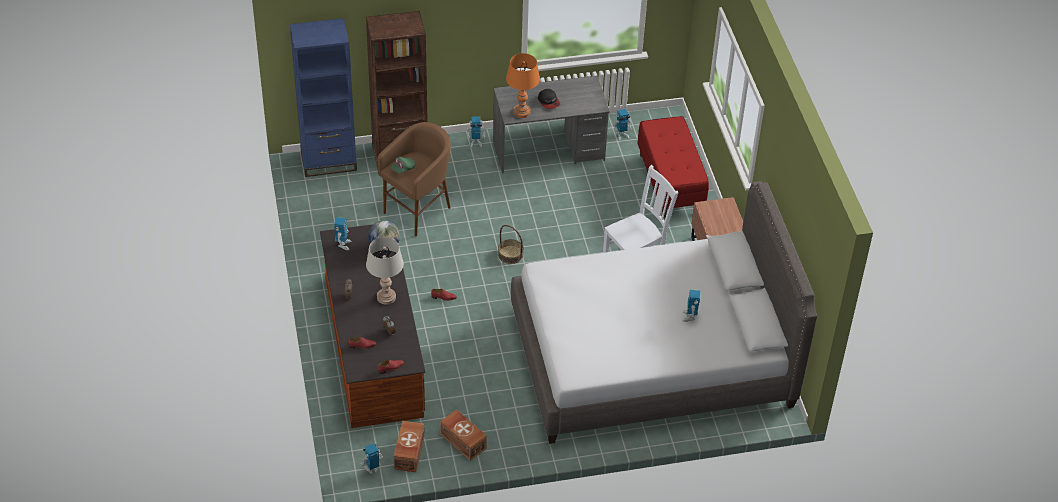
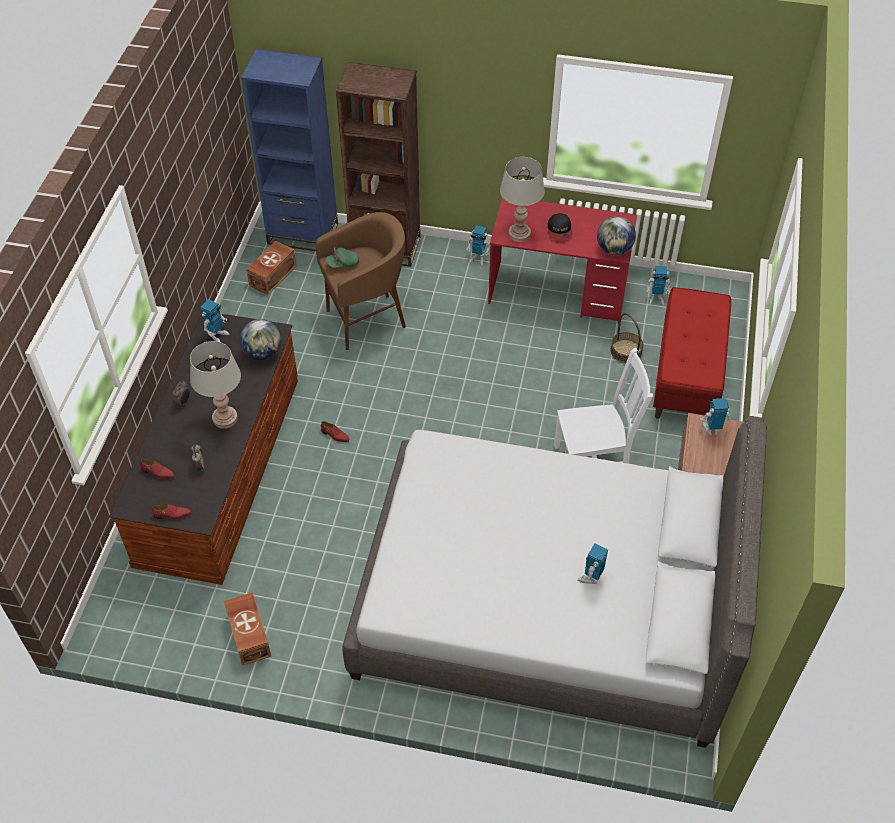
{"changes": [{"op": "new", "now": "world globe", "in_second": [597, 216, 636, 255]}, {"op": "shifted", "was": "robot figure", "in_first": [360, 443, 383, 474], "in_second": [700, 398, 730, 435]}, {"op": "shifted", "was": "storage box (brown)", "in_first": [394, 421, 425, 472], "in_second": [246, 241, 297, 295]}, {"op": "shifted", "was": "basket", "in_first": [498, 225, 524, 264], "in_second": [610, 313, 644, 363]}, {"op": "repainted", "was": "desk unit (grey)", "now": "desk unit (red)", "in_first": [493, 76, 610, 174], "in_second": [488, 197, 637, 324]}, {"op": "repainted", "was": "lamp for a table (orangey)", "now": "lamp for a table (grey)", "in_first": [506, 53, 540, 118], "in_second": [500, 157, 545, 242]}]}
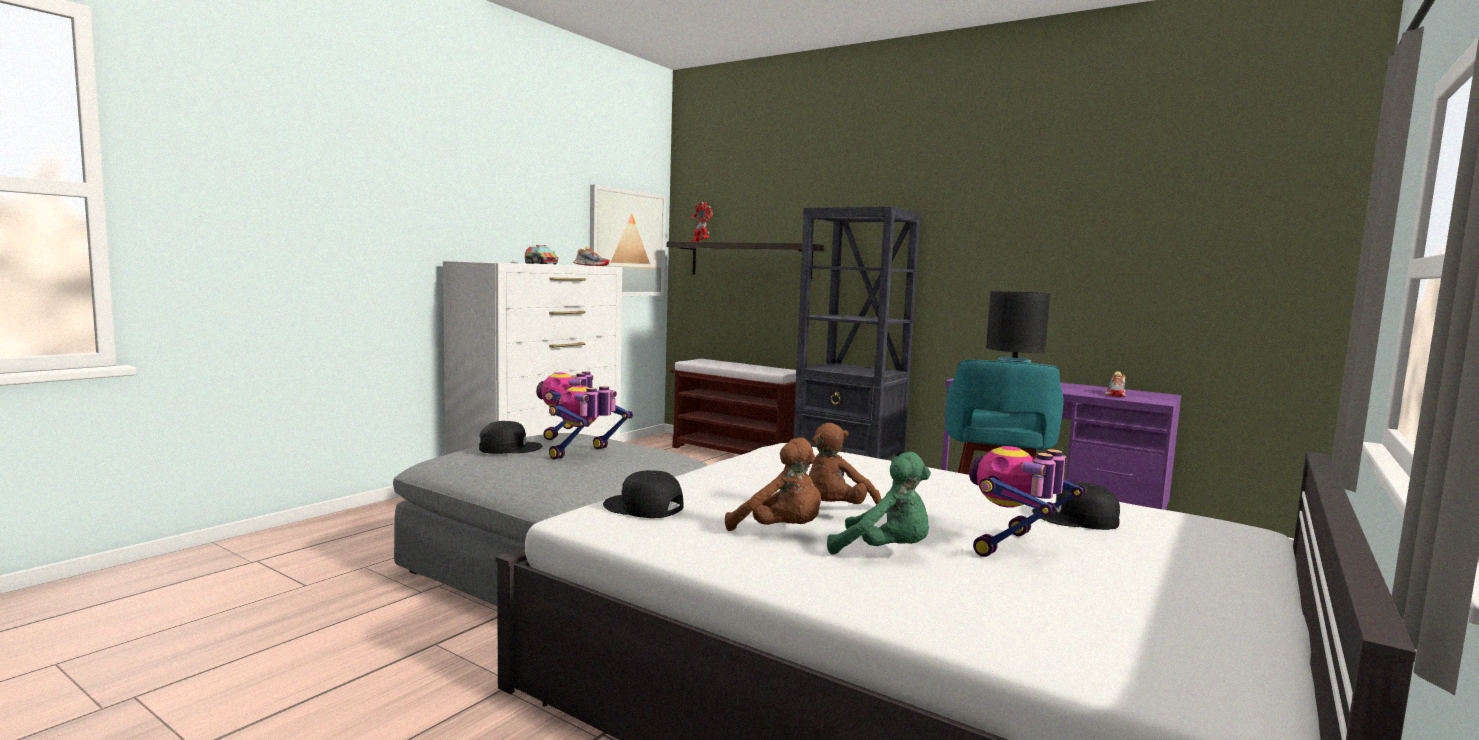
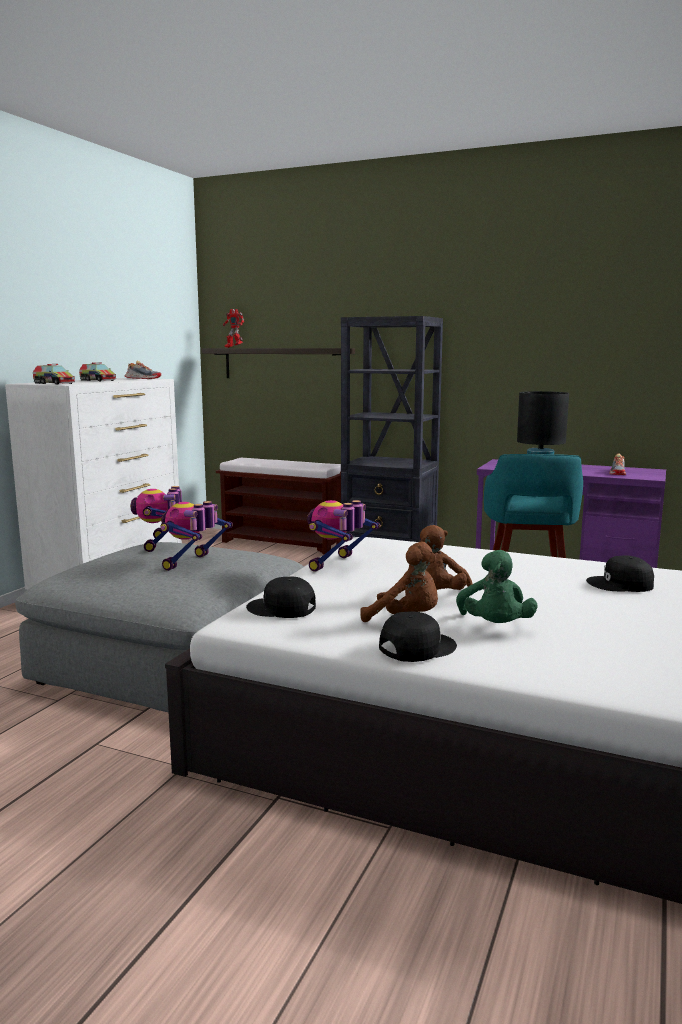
{"changes": [{"op": "gone", "was": "wall picture", "in_first": [590, 184, 666, 296]}, {"op": "new", "now": "model truck", "in_second": [33, 364, 75, 384]}, {"op": "shifted", "was": "peaked cap (black)", "in_first": [479, 421, 542, 454], "in_second": [379, 611, 457, 662]}, {"op": "shifted", "was": "robot figure", "in_first": [969, 446, 1086, 557], "in_second": [307, 500, 380, 572]}, {"op": "rotated", "was": "soft toy (green)", "in_first": [827, 452, 931, 555], "in_second": [456, 550, 538, 623], "clockwise": 75}]}
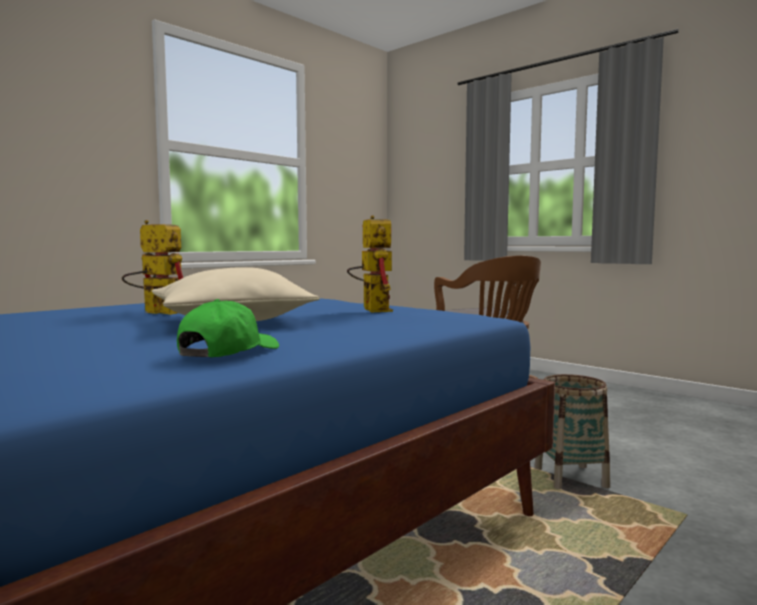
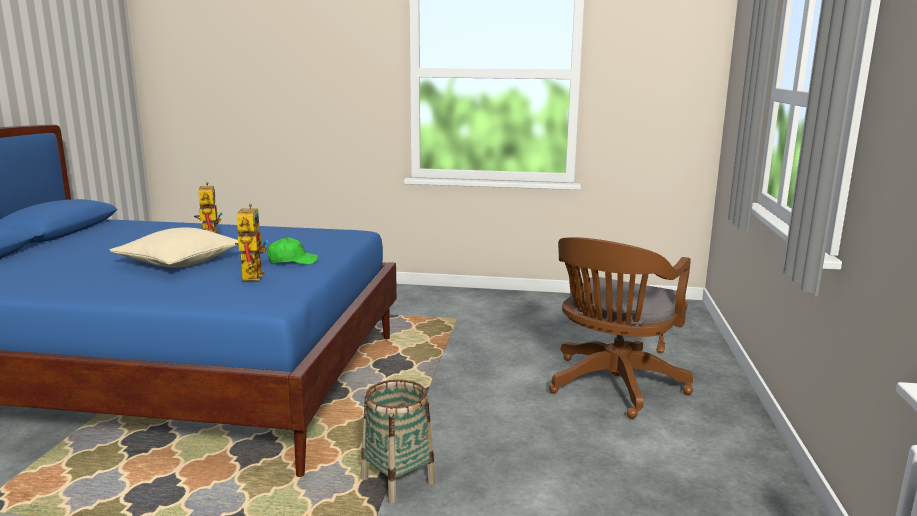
{"changes": [{"op": "shifted", "was": "peaked cap (green)", "in_first": [177, 299, 279, 357], "in_second": [267, 237, 318, 264]}, {"op": "rotated", "was": "robot figure", "in_first": [347, 215, 393, 312], "in_second": [235, 204, 268, 281], "clockwise": -45}]}
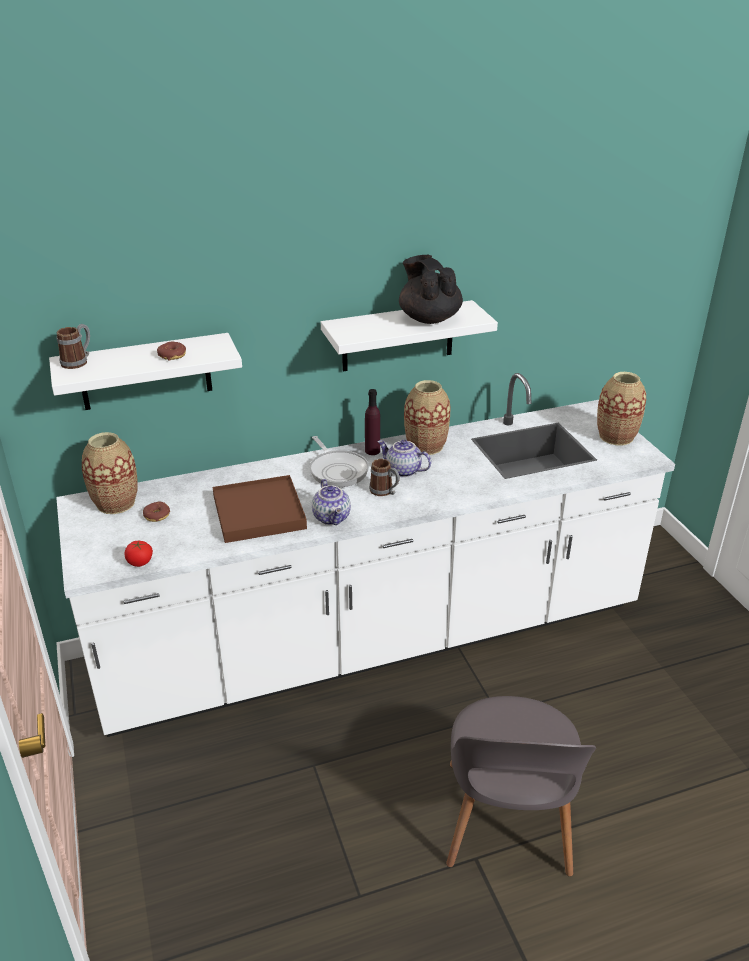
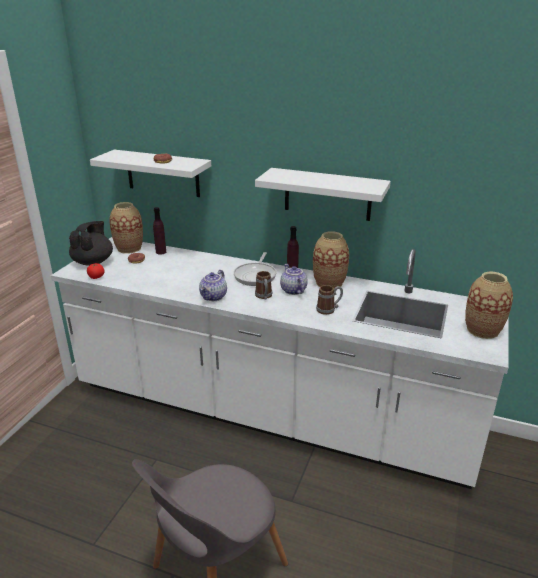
{"changes": [{"op": "gone", "was": "tray (brown)", "in_first": [213, 475, 307, 543]}, {"op": "new", "now": "beverage bottle (purple)", "in_second": [153, 207, 166, 255]}, {"op": "shifted", "was": "mug", "in_first": [57, 324, 90, 369], "in_second": [316, 285, 343, 315]}, {"op": "shifted", "was": "teapot (black)", "in_first": [399, 255, 463, 324], "in_second": [69, 221, 113, 266]}]}
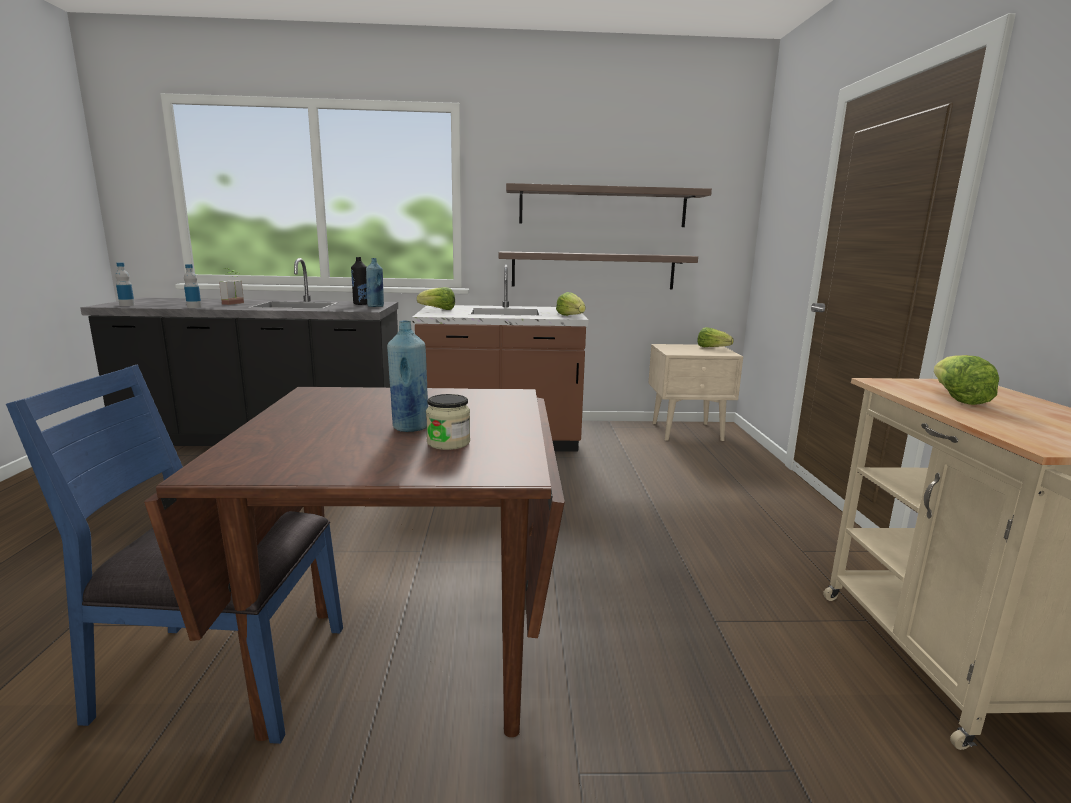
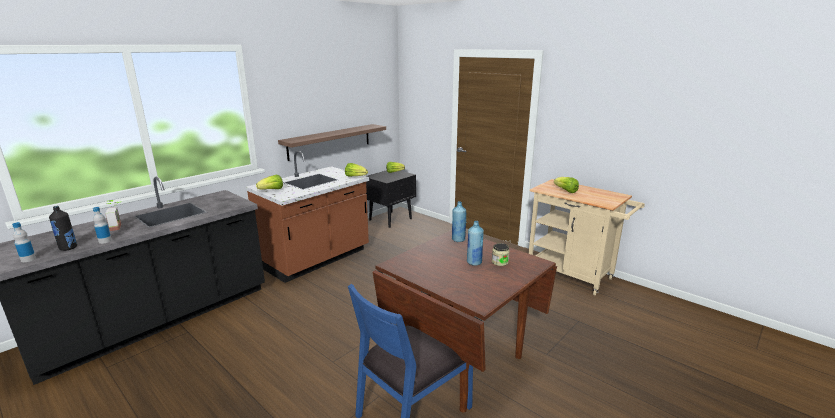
{"changes": [{"op": "gone", "was": "shelf", "in_first": [506, 183, 712, 227]}, {"op": "shifted", "was": "beverage bottle (black)", "in_first": [351, 257, 367, 305], "in_second": [49, 206, 77, 251]}, {"op": "shifted", "was": "beverage bottle (bluish)", "in_first": [366, 258, 384, 307], "in_second": [452, 201, 466, 242]}, {"op": "repainted", "was": "bedside table (beige)", "now": "bedside table (black)", "in_first": [648, 344, 743, 441], "in_second": [365, 170, 416, 228]}]}
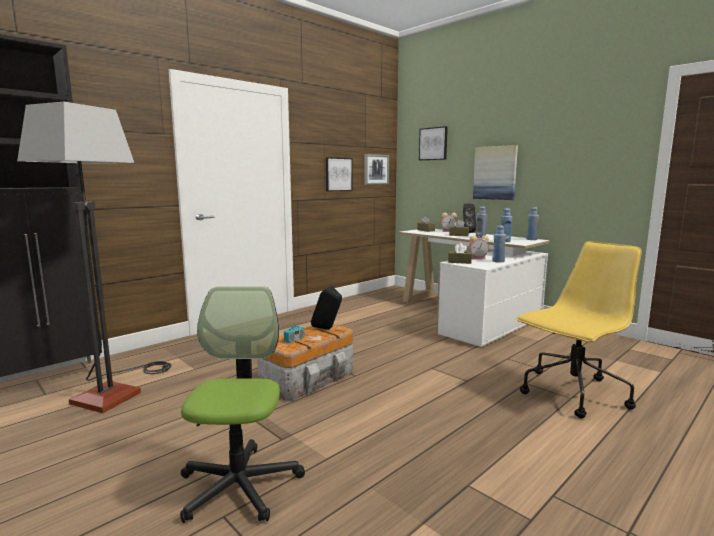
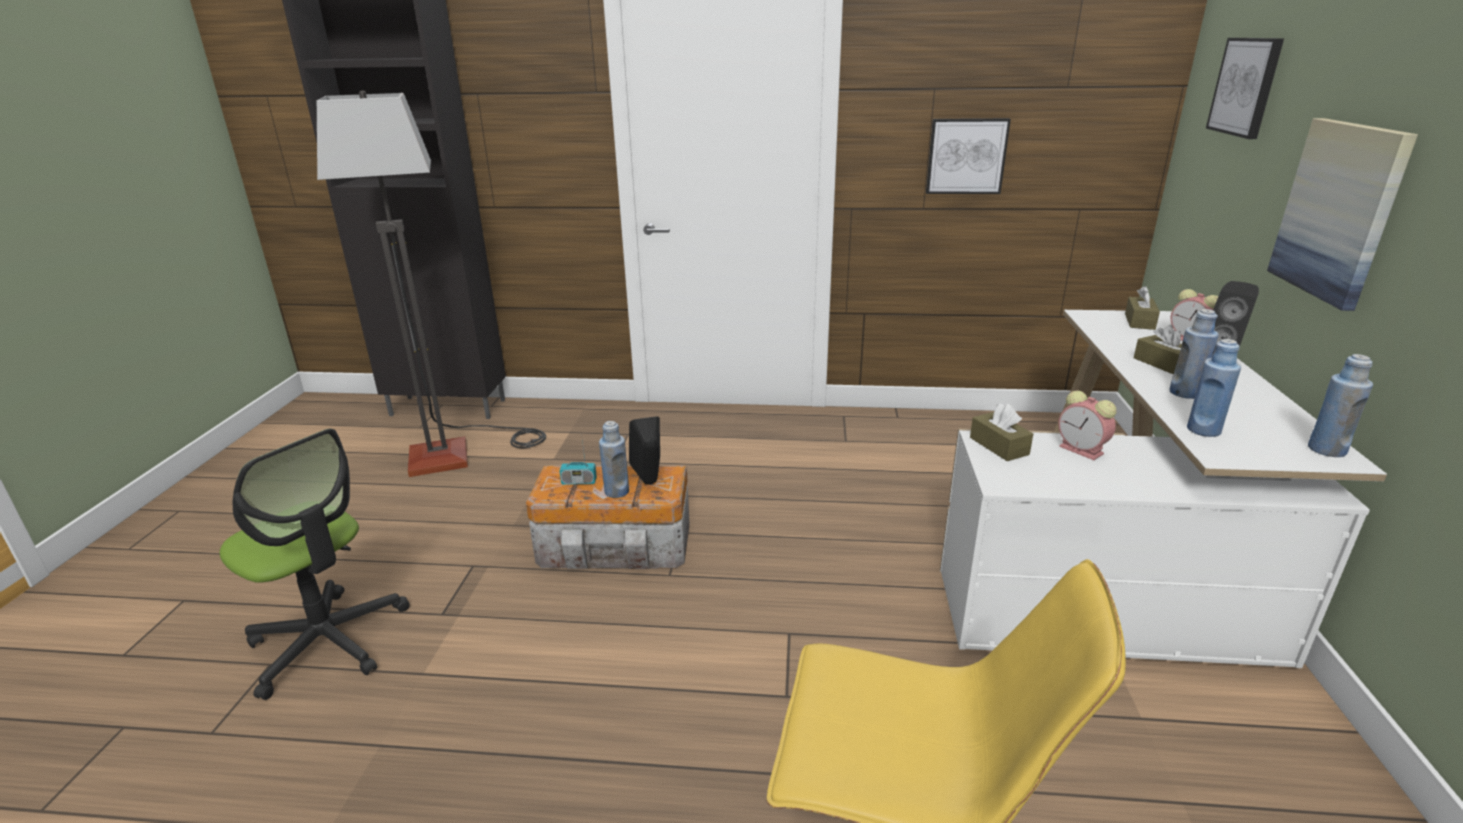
{"changes": [{"op": "gone", "was": "wall picture", "in_first": [364, 154, 389, 185]}, {"op": "shifted", "was": "beverage bottle (bluish)", "in_first": [492, 225, 506, 263], "in_second": [599, 421, 629, 498]}, {"op": "rotated", "was": "computer chair", "in_first": [180, 287, 305, 523], "in_second": [220, 428, 409, 700], "clockwise": 75}]}
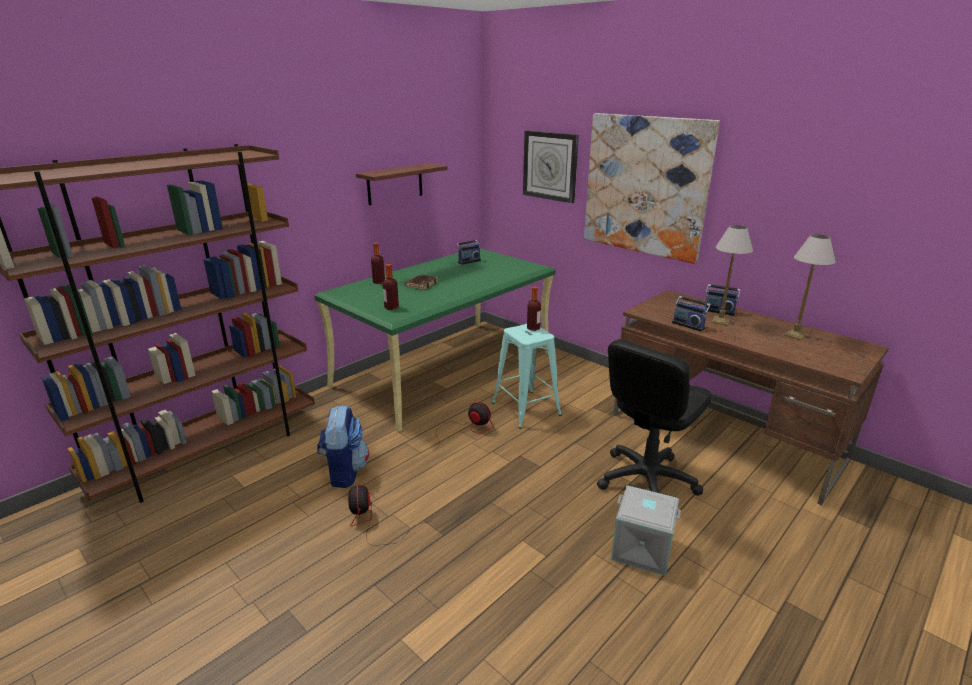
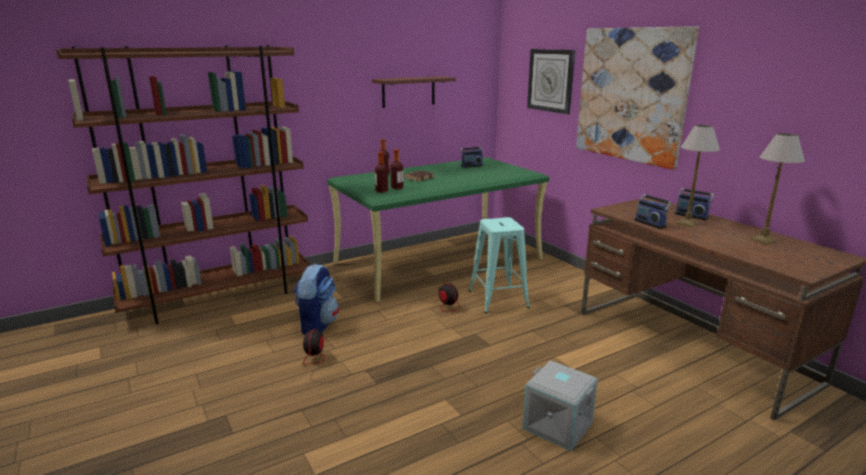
{"changes": [{"op": "gone", "was": "computer chair (black)", "in_first": [597, 339, 712, 496]}, {"op": "shifted", "was": "beverage bottle", "in_first": [527, 287, 541, 331], "in_second": [390, 149, 403, 190]}]}
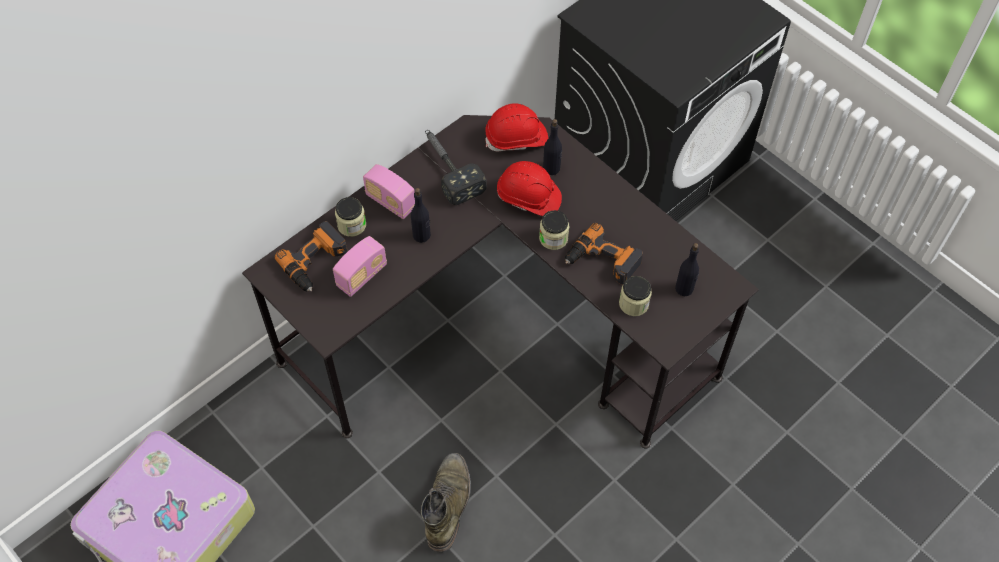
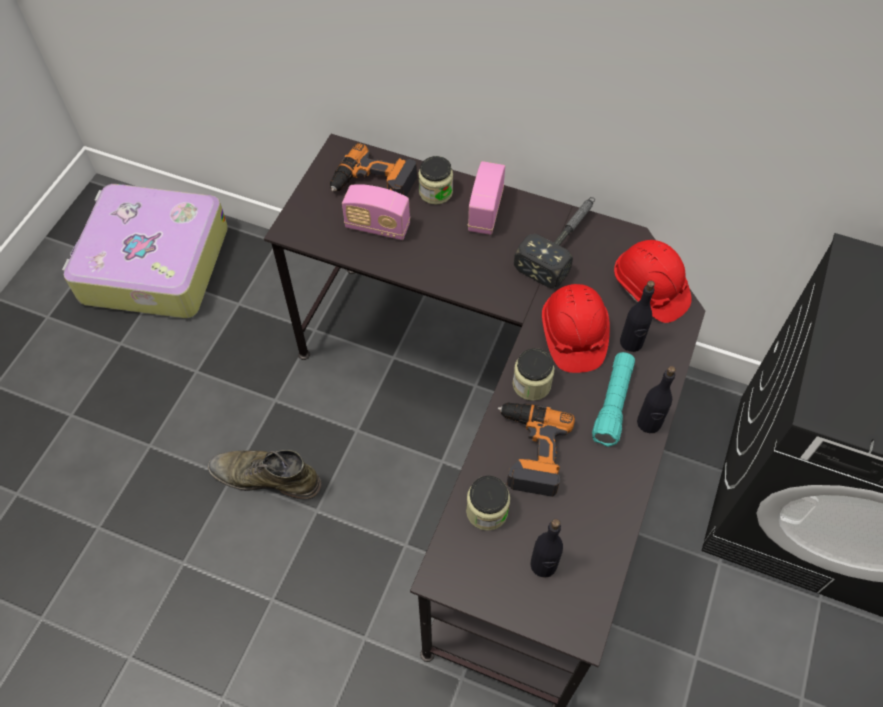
{"changes": [{"op": "new", "now": "torch (blue-green)", "in_second": [592, 352, 635, 447]}, {"op": "shifted", "was": "beverage bottle (black)", "in_first": [411, 188, 431, 243], "in_second": [637, 366, 676, 433]}, {"op": "rotated", "was": "high-top boot (green)", "in_first": [421, 453, 471, 553], "in_second": [208, 450, 322, 500], "clockwise": -150}]}
